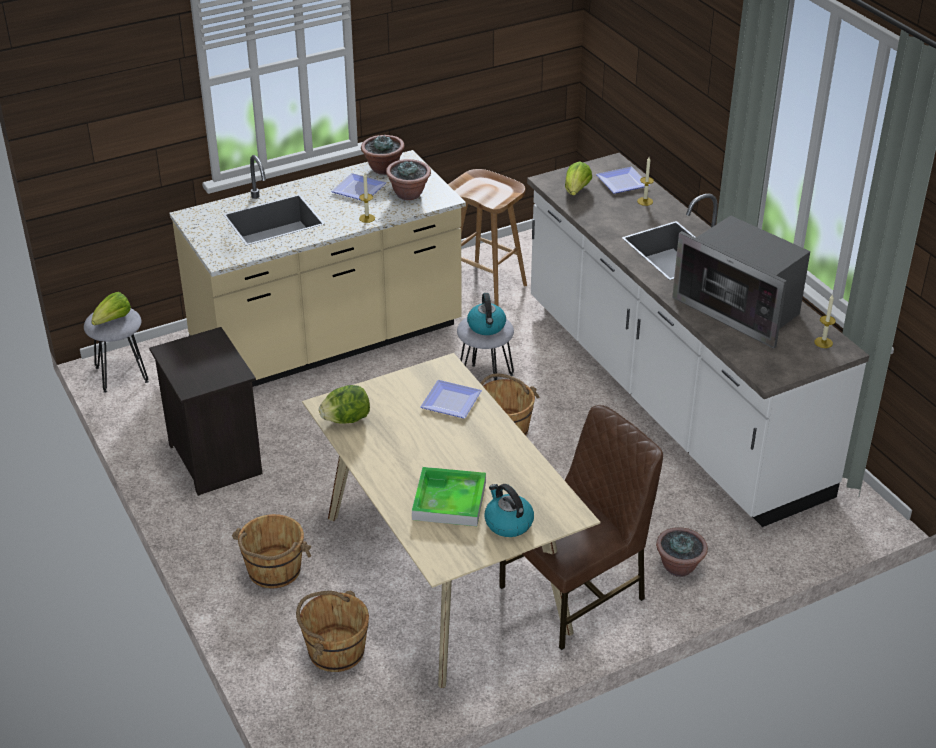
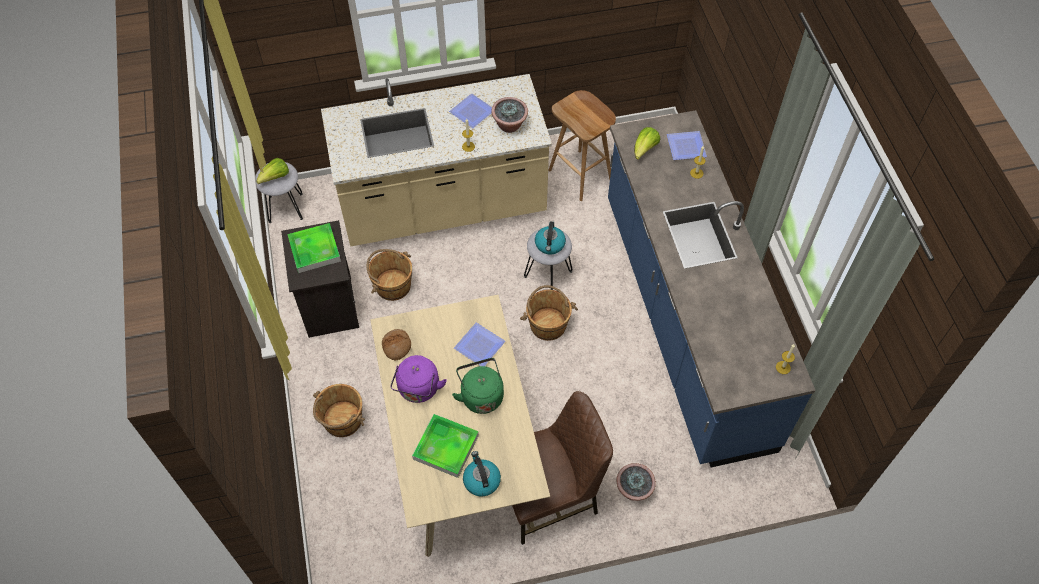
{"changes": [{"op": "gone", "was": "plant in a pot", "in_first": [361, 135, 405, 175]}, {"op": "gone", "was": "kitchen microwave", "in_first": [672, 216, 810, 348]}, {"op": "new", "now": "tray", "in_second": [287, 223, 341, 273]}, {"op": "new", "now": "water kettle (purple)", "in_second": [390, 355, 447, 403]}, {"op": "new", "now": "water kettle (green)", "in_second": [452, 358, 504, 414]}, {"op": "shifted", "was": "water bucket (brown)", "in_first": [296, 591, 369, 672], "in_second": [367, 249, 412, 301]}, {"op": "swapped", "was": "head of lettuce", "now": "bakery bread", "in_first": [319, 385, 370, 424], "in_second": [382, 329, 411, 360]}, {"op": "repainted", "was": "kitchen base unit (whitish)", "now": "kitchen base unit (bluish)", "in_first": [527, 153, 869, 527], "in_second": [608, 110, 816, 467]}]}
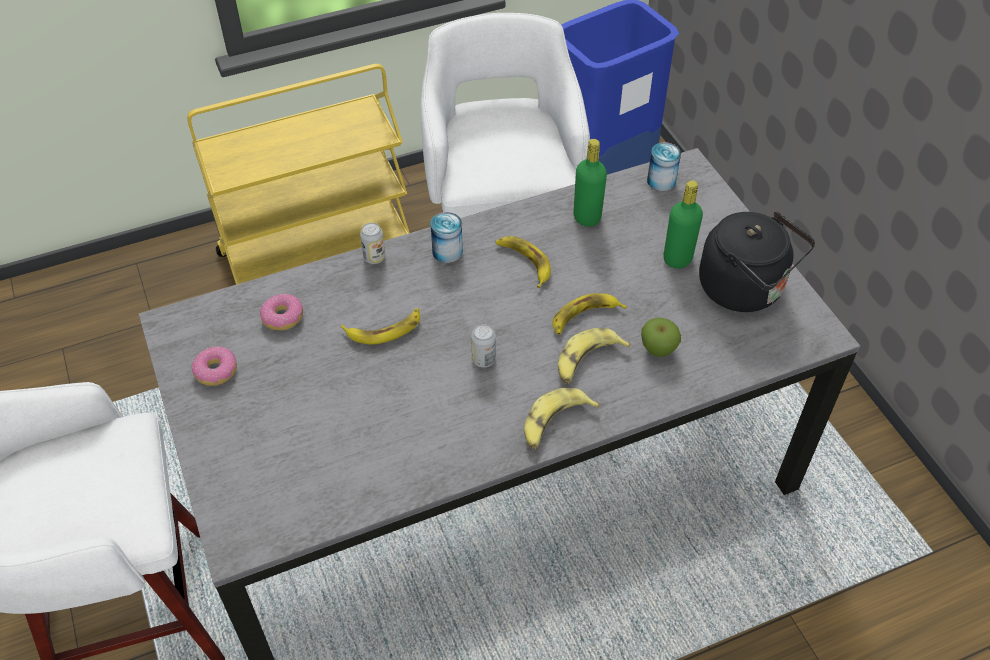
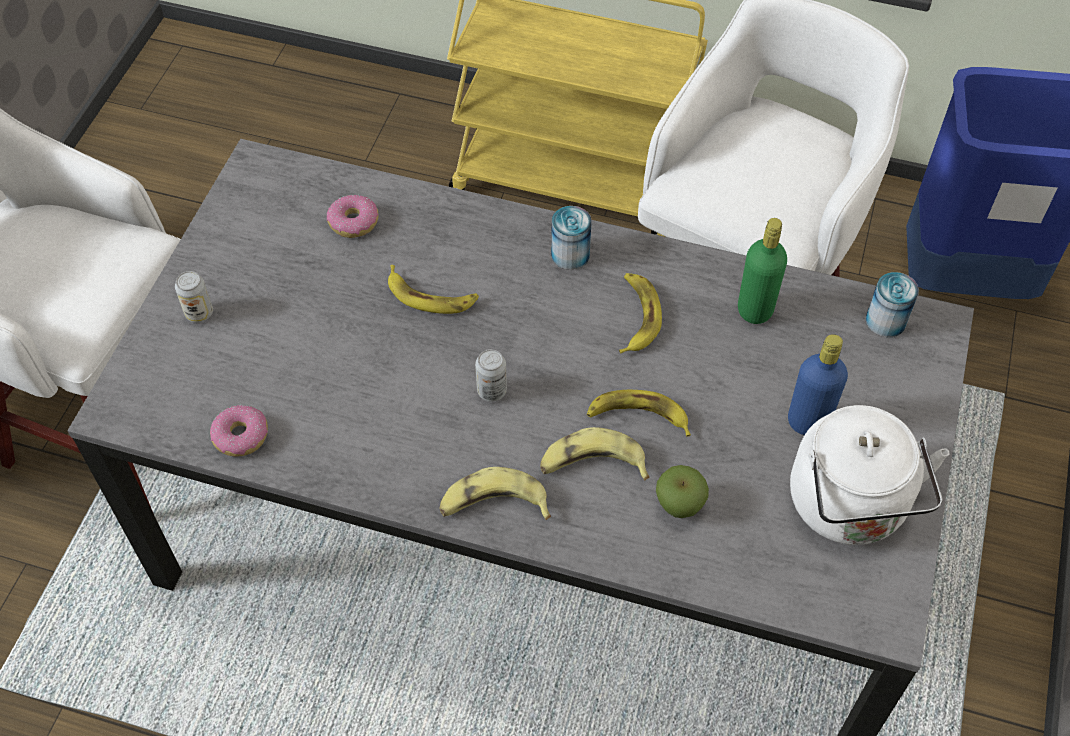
{"changes": [{"op": "shifted", "was": "doughnut", "in_first": [192, 346, 237, 386], "in_second": [210, 405, 268, 457]}, {"op": "shifted", "was": "sealed can", "in_first": [360, 223, 385, 264], "in_second": [175, 271, 213, 323]}, {"op": "repainted", "was": "beverage bottle (green)", "now": "beverage bottle (bluish)", "in_first": [664, 181, 703, 268], "in_second": [788, 334, 848, 435]}, {"op": "repainted", "was": "water kettle (black)", "now": "water kettle (whitish)", "in_first": [699, 212, 815, 312], "in_second": [790, 405, 949, 545]}]}
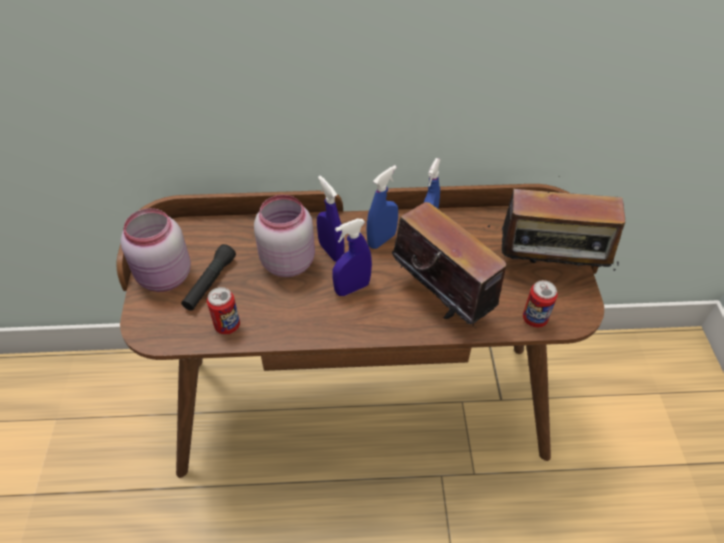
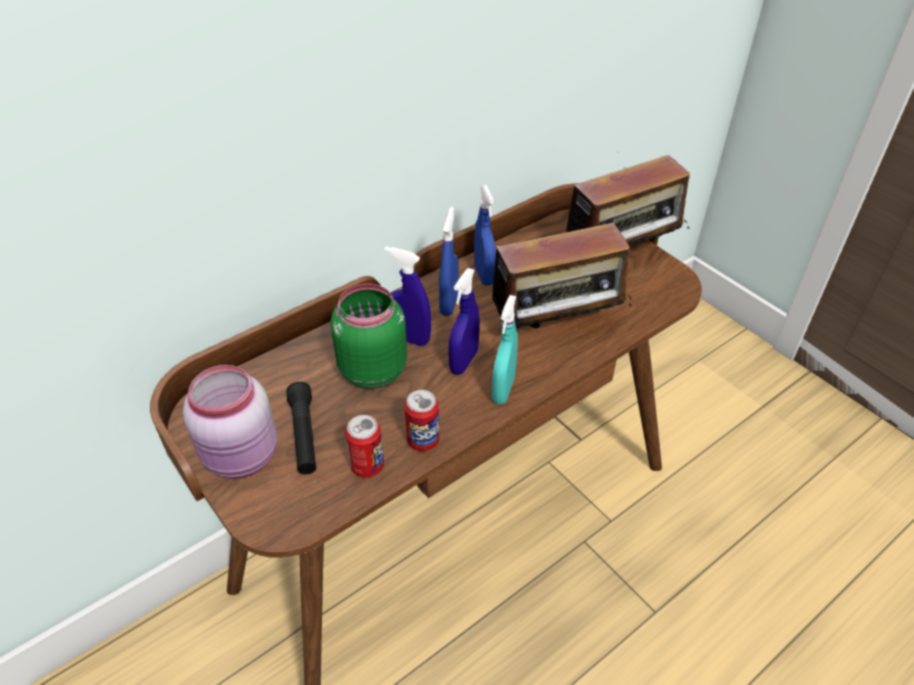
{"changes": [{"op": "new", "now": "hand sprayer (blue-green)", "in_second": [492, 295, 518, 405]}, {"op": "shifted", "was": "sealed can", "in_first": [523, 280, 558, 328], "in_second": [404, 390, 440, 451]}, {"op": "repainted", "was": "jar (pinkish)", "now": "jar (green)", "in_first": [254, 195, 315, 277], "in_second": [330, 284, 407, 389]}, {"op": "rotated", "was": "radio", "in_first": [392, 202, 506, 328], "in_second": [481, 216, 632, 345], "clockwise": 150}]}
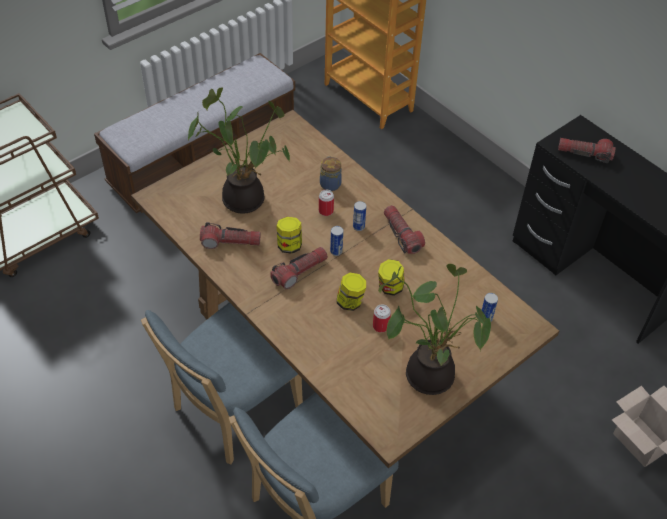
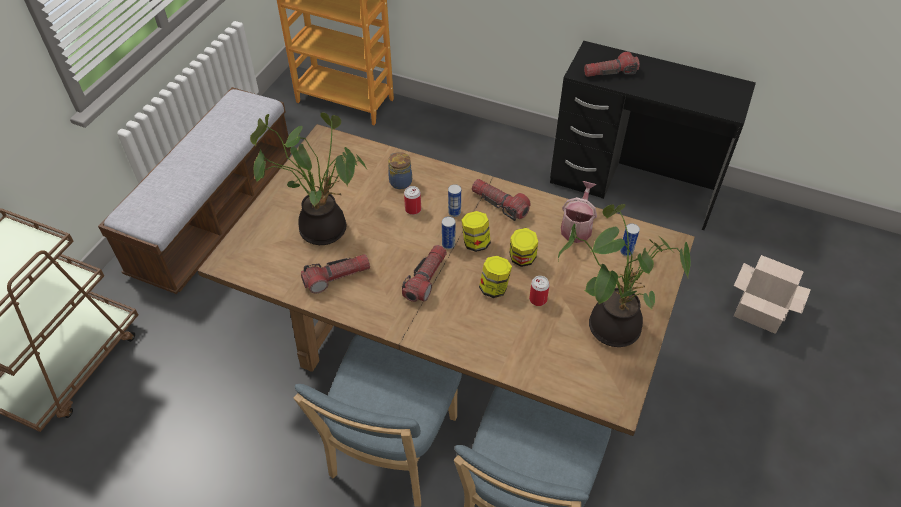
{"changes": [{"op": "new", "now": "watering can", "in_second": [561, 181, 597, 243]}, {"op": "shifted", "was": "jar", "in_first": [276, 217, 302, 254], "in_second": [461, 211, 491, 252]}]}
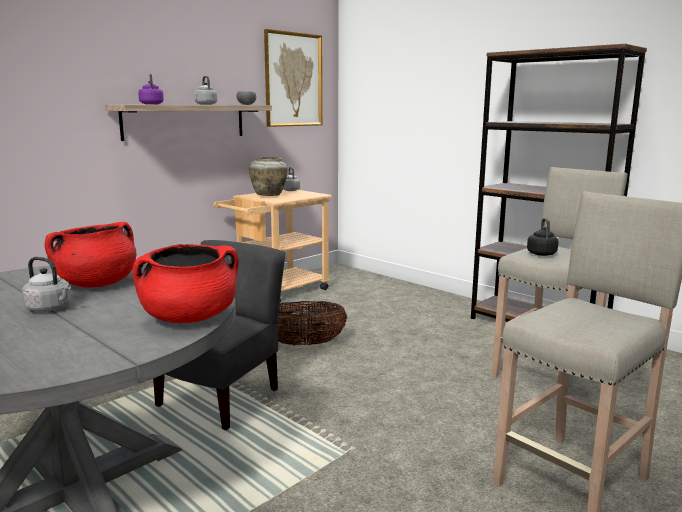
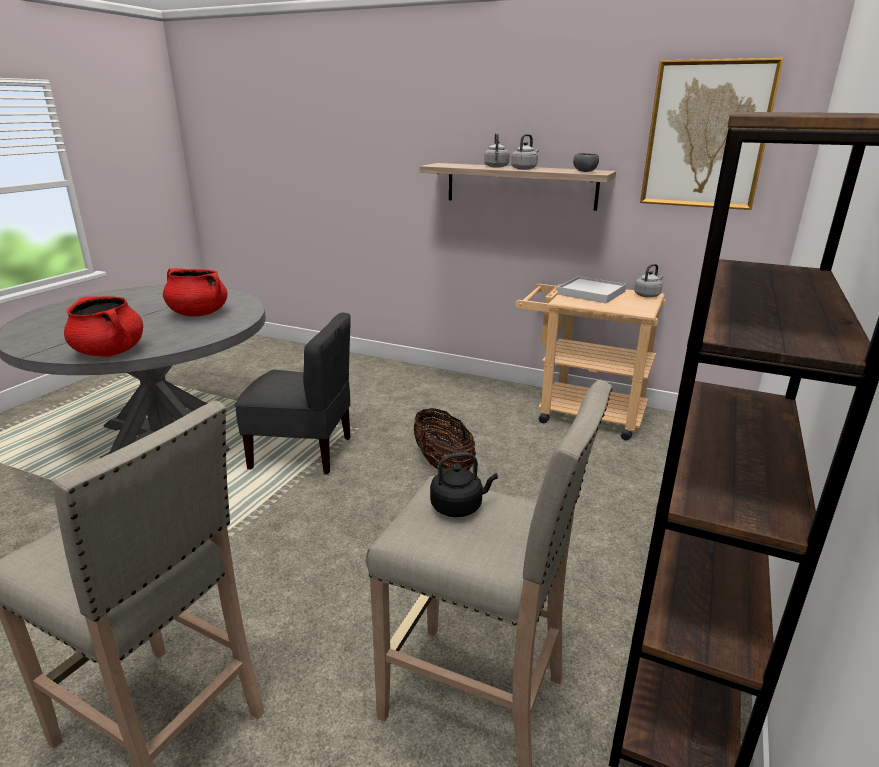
{"changes": [{"op": "gone", "was": "water kettle (purple)", "in_first": [138, 74, 164, 105]}, {"op": "shifted", "was": "water kettle (grey)", "in_first": [22, 257, 71, 312], "in_second": [484, 133, 510, 167]}, {"op": "swapped", "was": "decorative vase (beige)", "now": "tray (whitish)", "in_first": [249, 157, 288, 196], "in_second": [557, 276, 626, 304]}]}
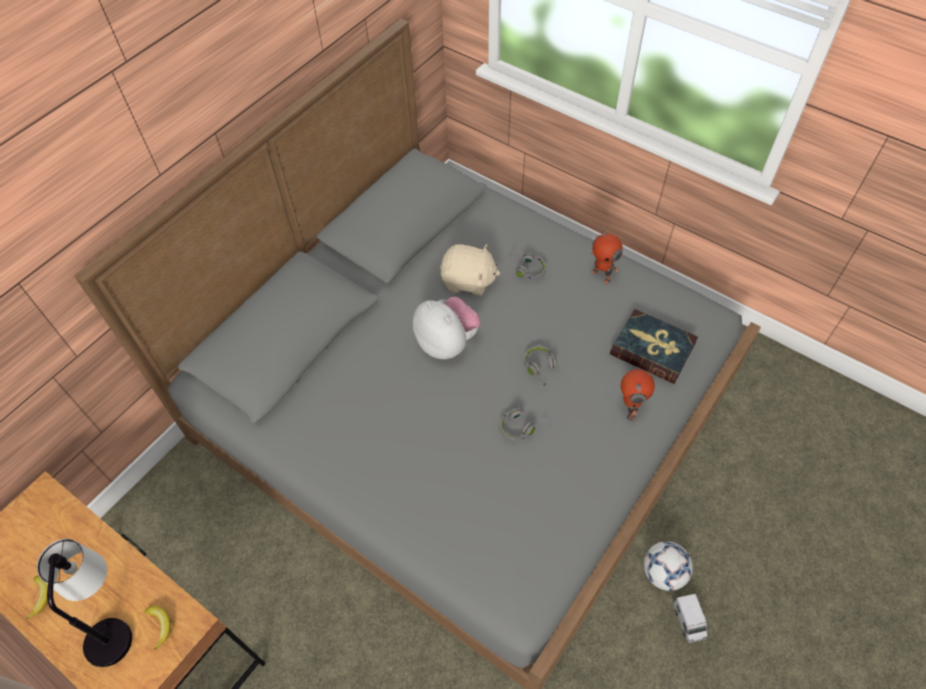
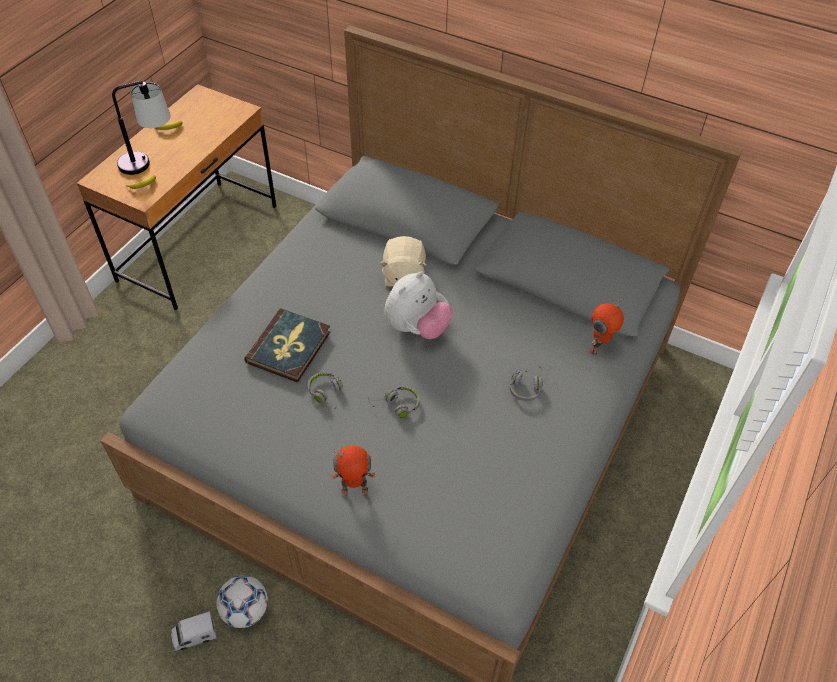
{"changes": [{"op": "shifted", "was": "soft toy (beige)", "in_first": [440, 244, 500, 296], "in_second": [379, 236, 427, 288]}, {"op": "shifted", "was": "robot figure", "in_first": [591, 225, 623, 284], "in_second": [590, 298, 624, 355]}, {"op": "shifted", "was": "bound book", "in_first": [610, 309, 698, 384], "in_second": [244, 309, 331, 383]}]}
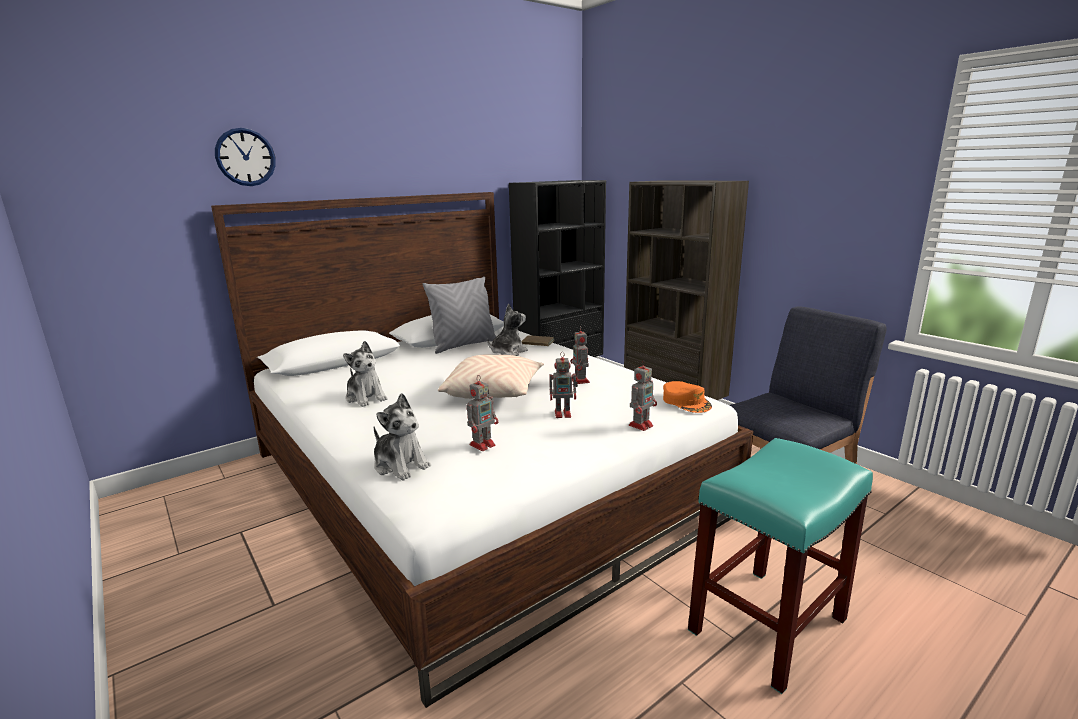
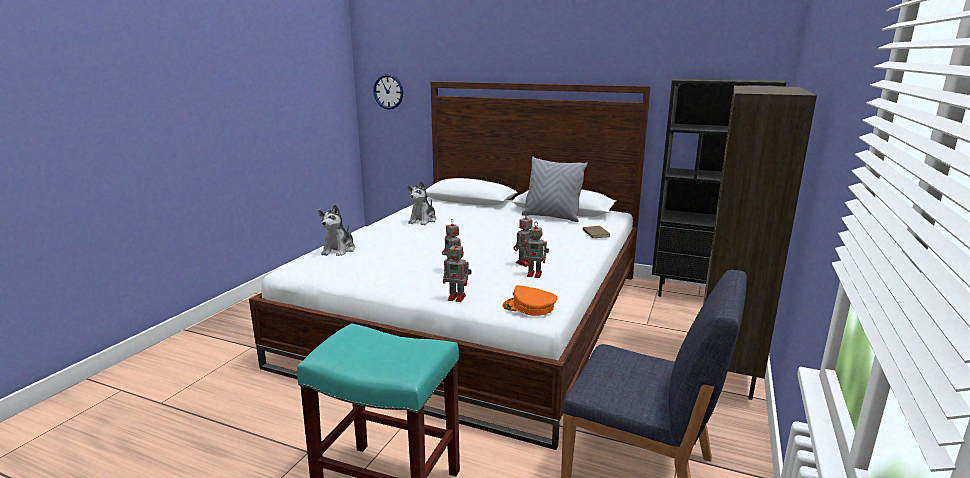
{"changes": [{"op": "gone", "was": "cushion (beige)", "in_first": [438, 355, 544, 399]}, {"op": "gone", "was": "soft toy", "in_first": [487, 304, 528, 356]}, {"op": "shifted", "was": "clock on the wall", "in_first": [215, 128, 275, 186], "in_second": [373, 74, 403, 110]}, {"op": "shifted", "was": "robot figure", "in_first": [466, 375, 498, 451], "in_second": [523, 223, 549, 278]}, {"op": "rotated", "was": "peaked cap (orangey)", "in_first": [663, 381, 712, 413], "in_second": [502, 285, 557, 316], "clockwise": 75}]}
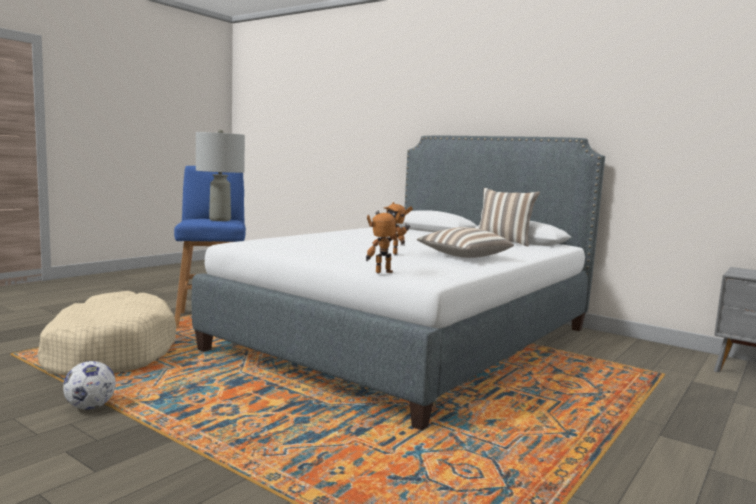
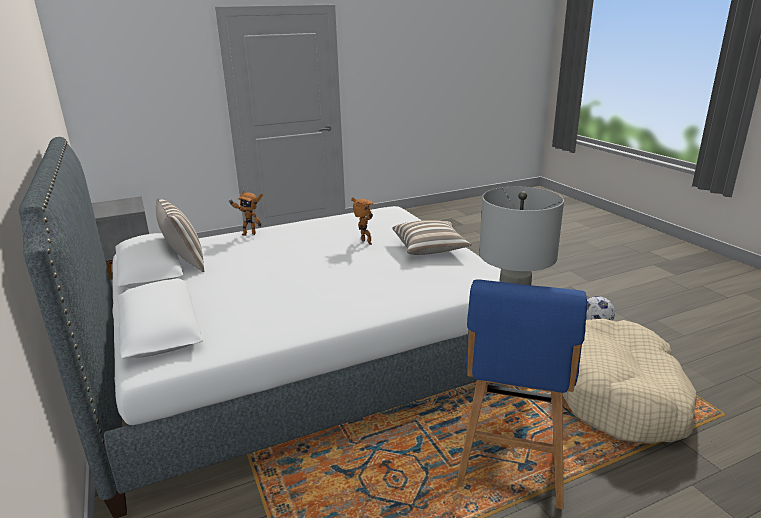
{"changes": [{"op": "shifted", "was": "robot figure", "in_first": [366, 213, 410, 274], "in_second": [229, 190, 263, 236]}, {"op": "shifted", "was": "cushion", "in_first": [417, 227, 514, 258], "in_second": [392, 220, 472, 255]}]}
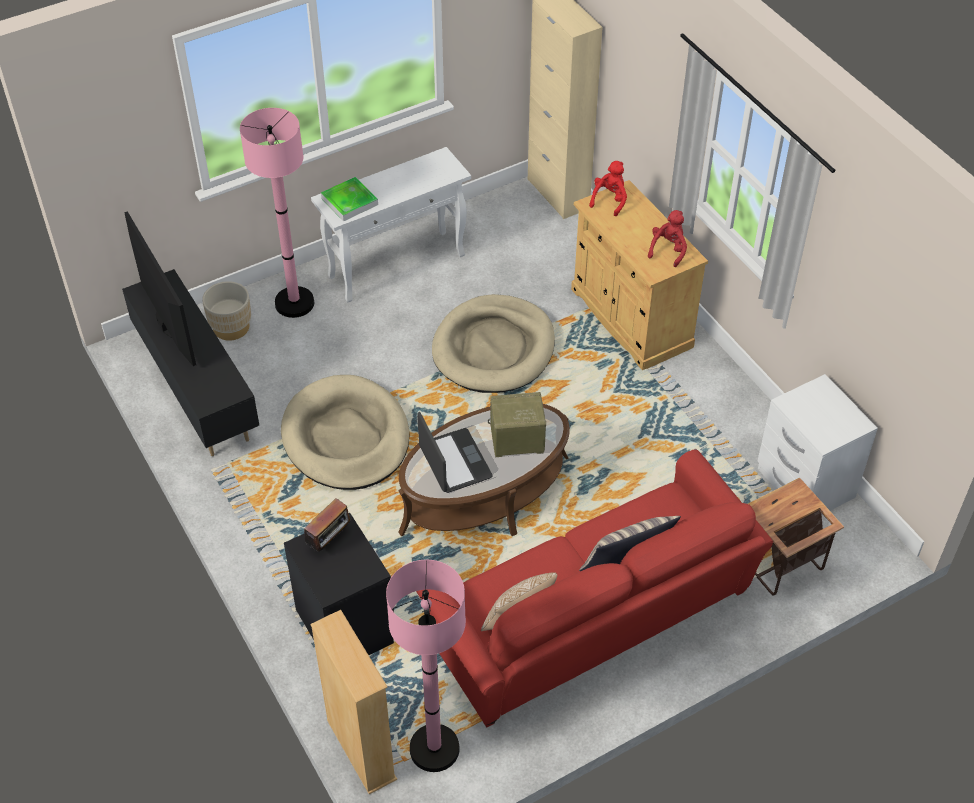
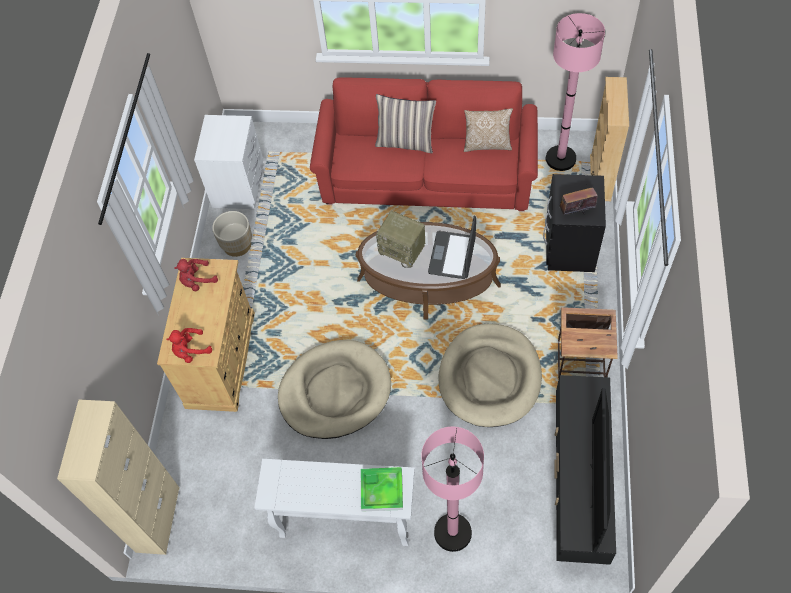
{"changes": [{"op": "shifted", "was": "planter (beige)", "in_first": [202, 281, 251, 341], "in_second": [212, 211, 252, 257]}, {"op": "shifted", "was": "end table", "in_first": [748, 478, 844, 596], "in_second": [558, 307, 618, 378]}]}
